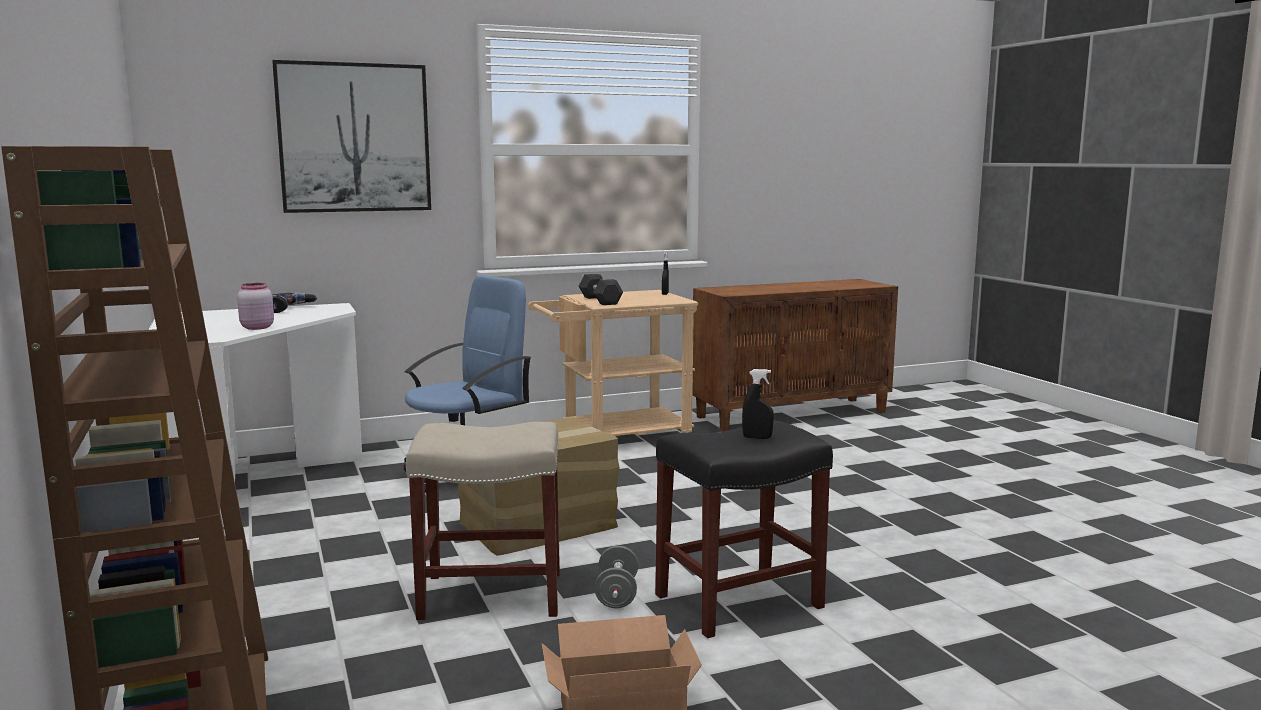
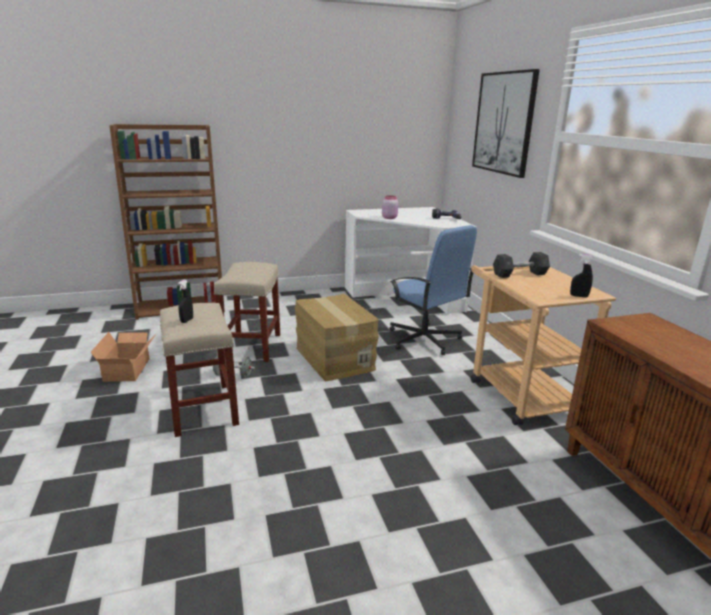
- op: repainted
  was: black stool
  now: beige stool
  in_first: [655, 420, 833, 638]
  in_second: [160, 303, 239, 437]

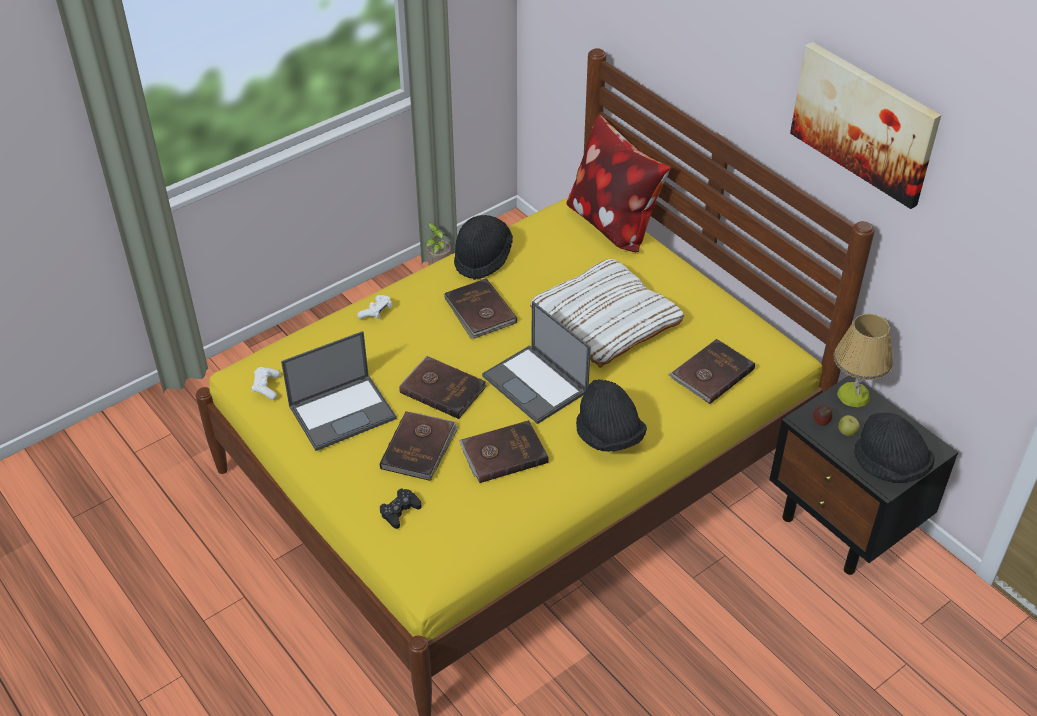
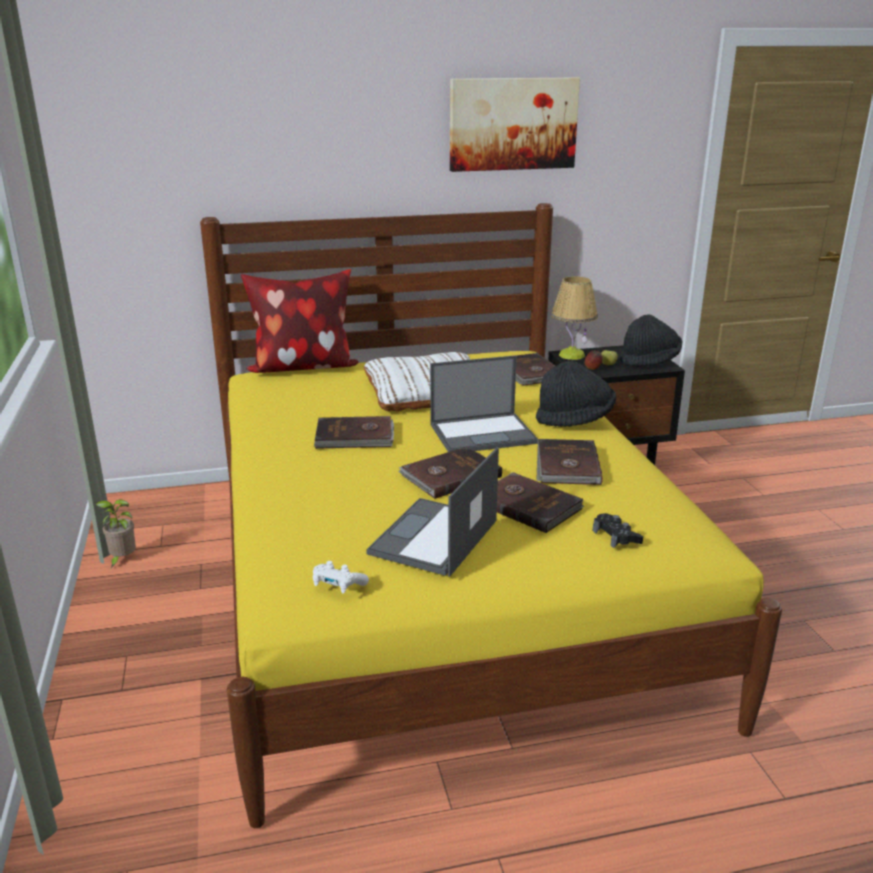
- op: rotated
  was: laptop
  in_first: [281, 331, 397, 451]
  in_second: [366, 447, 499, 577]
  clockwise: -150
- op: gone
  was: white game controller
  in_first: [357, 295, 392, 320]
- op: gone
  was: black hat
  in_first: [454, 215, 513, 280]

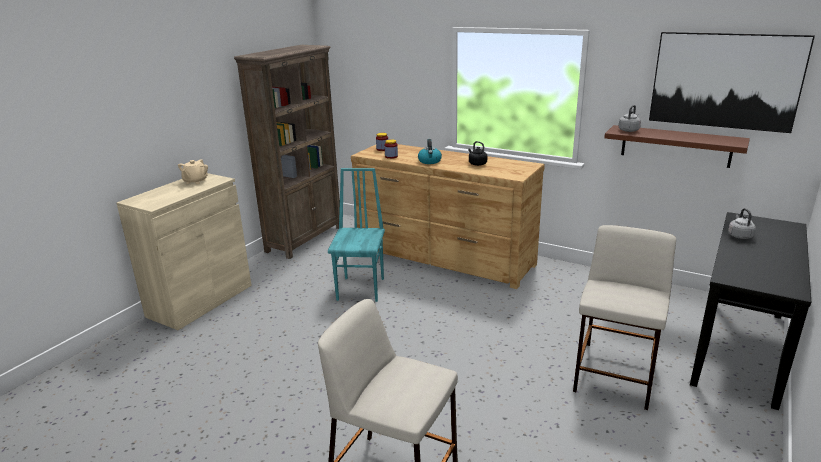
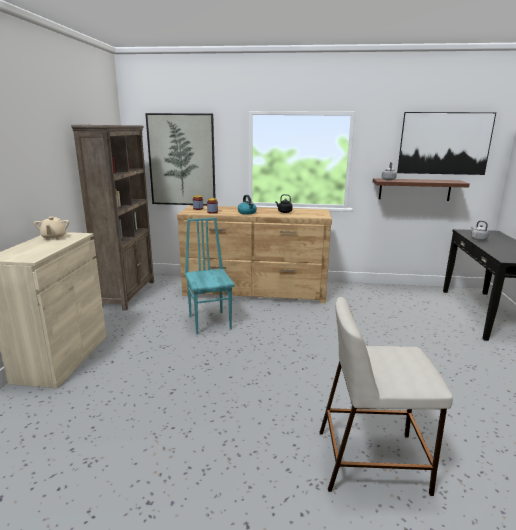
- op: gone
  was: beige stool
  in_first: [573, 225, 676, 410]
- op: new
  now: picture
  in_second: [145, 113, 215, 206]

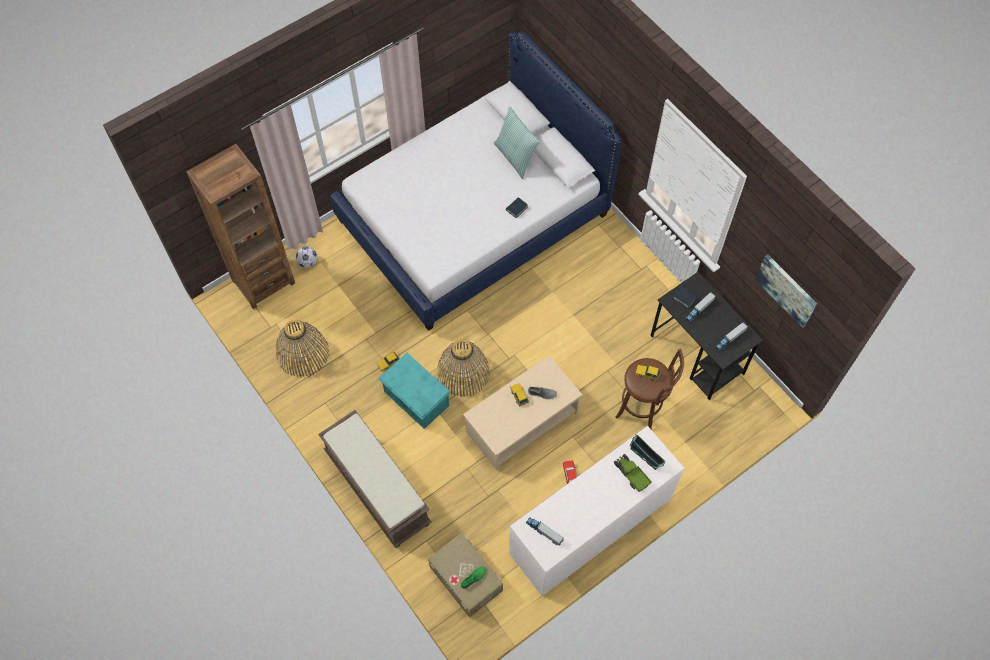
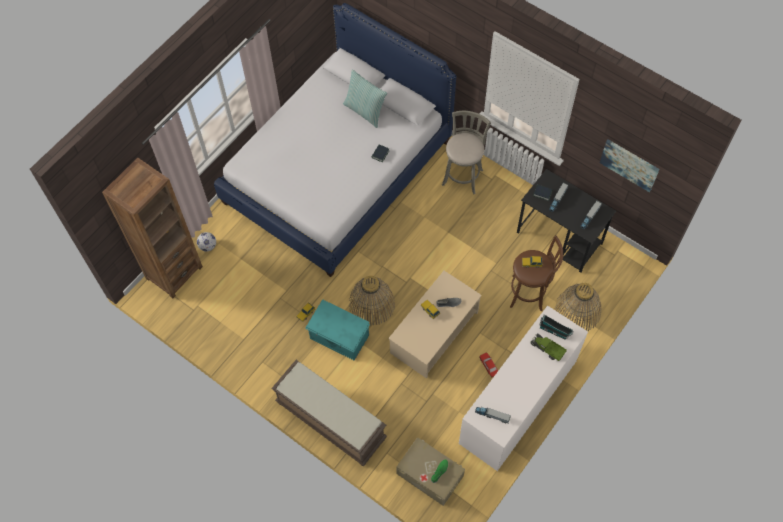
- op: shifted
  was: basket
  in_first: [276, 320, 329, 377]
  in_second: [555, 283, 601, 331]
- op: new
  now: grey stool
  in_second: [442, 111, 491, 194]

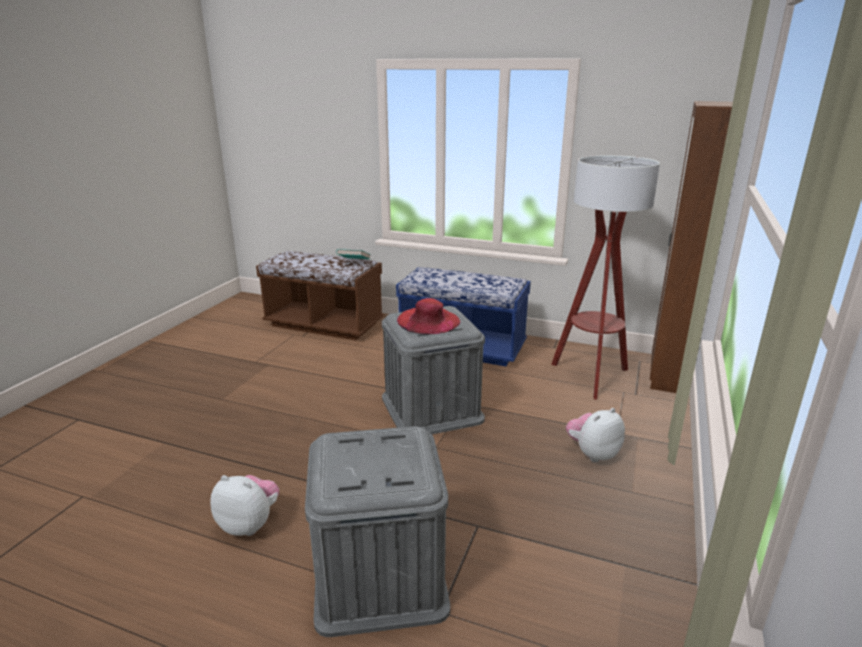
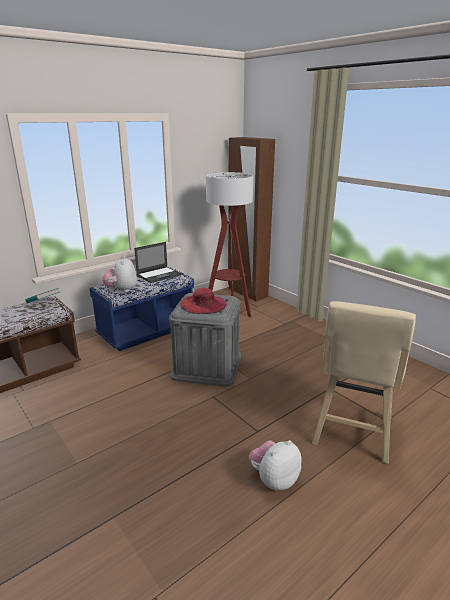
- op: swapped
  was: grey storage box
  now: beige stool
  in_first: [305, 426, 450, 637]
  in_second: [312, 301, 416, 464]
- op: shifted
  was: plush toy
  in_first: [566, 408, 625, 462]
  in_second: [102, 256, 137, 292]
- op: new
  now: laptop
  in_second: [134, 242, 181, 283]

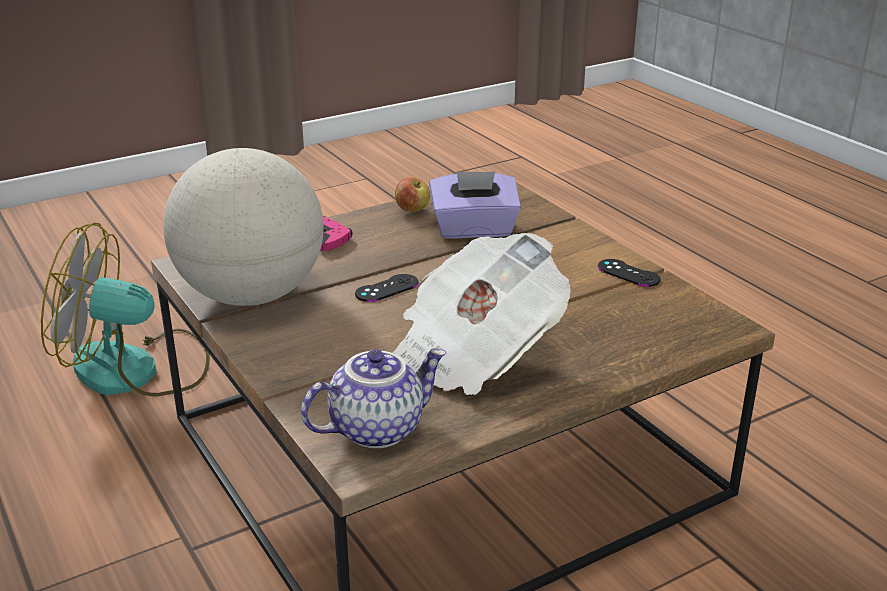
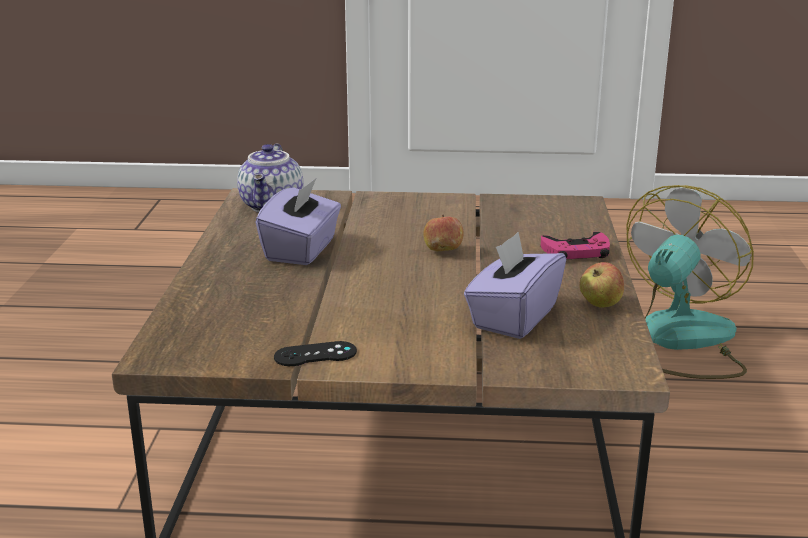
- op: gone
  was: globe
  in_first: [163, 148, 324, 306]
- op: swapped
  was: black game controller
  now: apple
  in_first: [355, 274, 418, 302]
  in_second: [423, 214, 464, 251]
- op: swapped
  was: newspaper
  now: purple tissue box
  in_first: [393, 233, 571, 395]
  in_second: [256, 179, 341, 265]

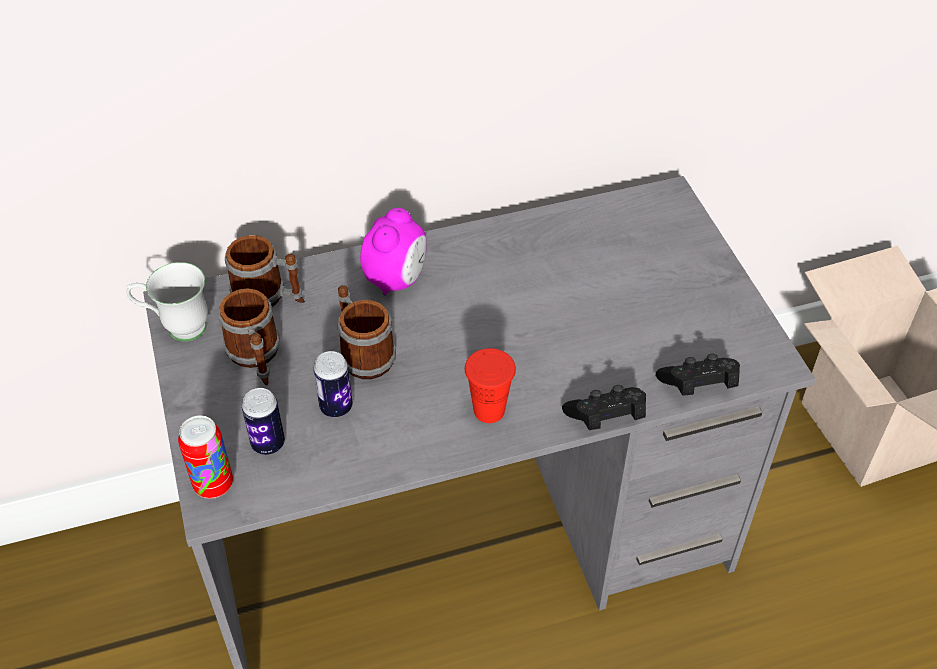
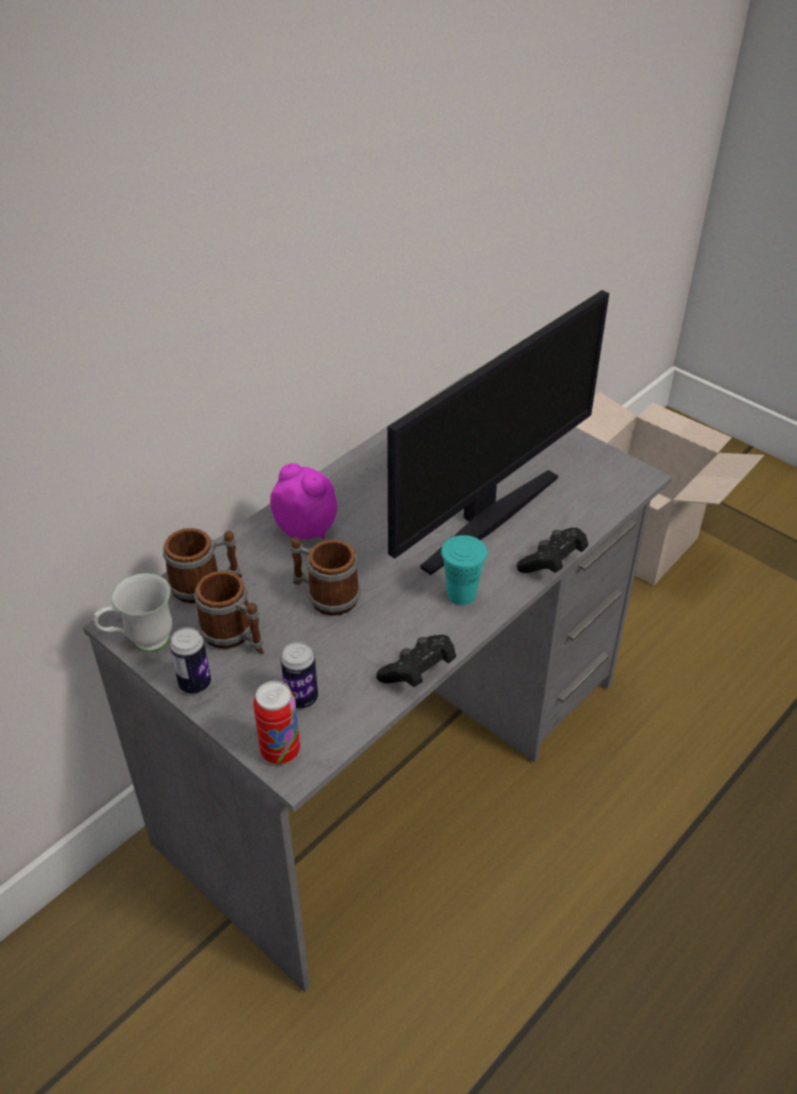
- op: shifted
  was: can
  in_first: [313, 351, 353, 417]
  in_second: [170, 627, 211, 693]
- op: rotated
  was: alarm clock
  in_first: [360, 208, 427, 296]
  in_second: [270, 463, 337, 540]
  clockwise: -45
- op: repainted
  was: red cup
  now: turquoise cup
  in_first: [465, 348, 516, 423]
  in_second: [441, 535, 487, 605]
- op: shifted
  was: black game controller
  in_first: [656, 353, 740, 396]
  in_second: [376, 635, 456, 687]
- op: new
  now: monitor
  in_second: [387, 290, 609, 575]

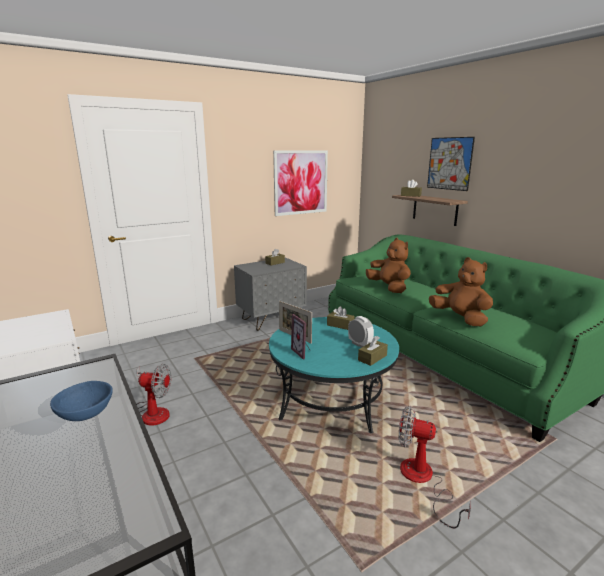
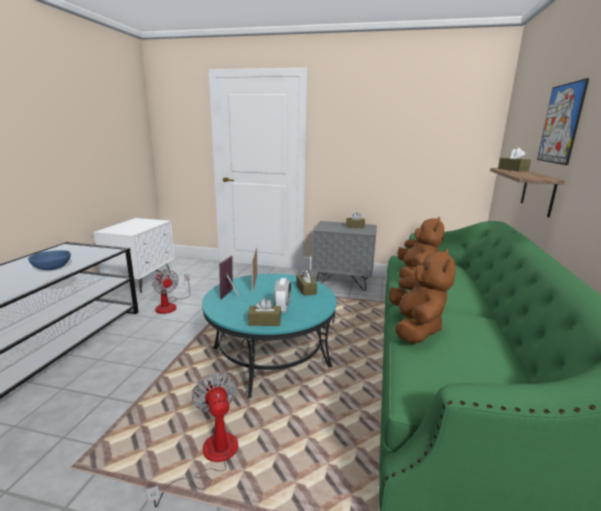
- op: gone
  was: picture
  in_first: [273, 150, 328, 216]

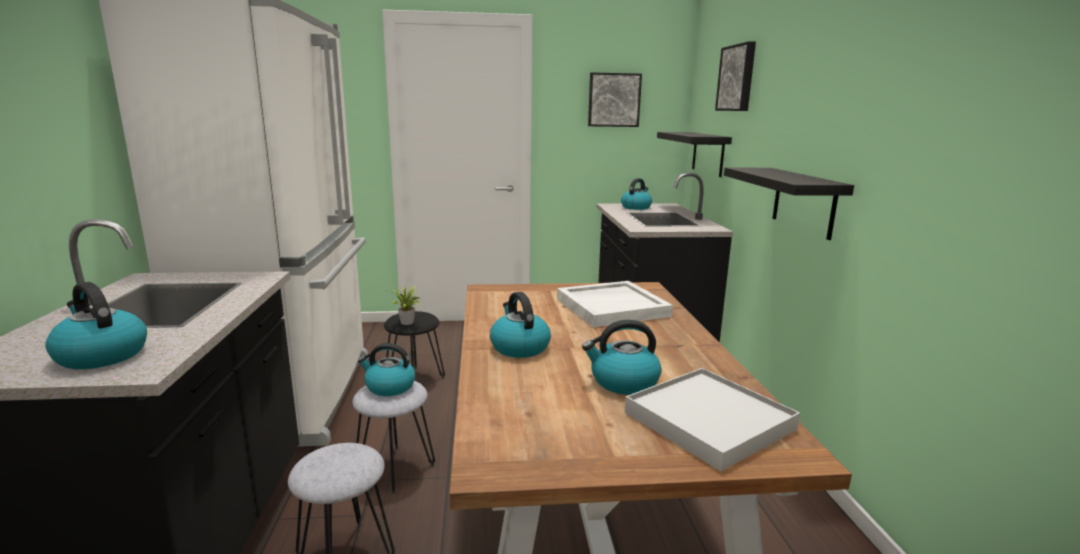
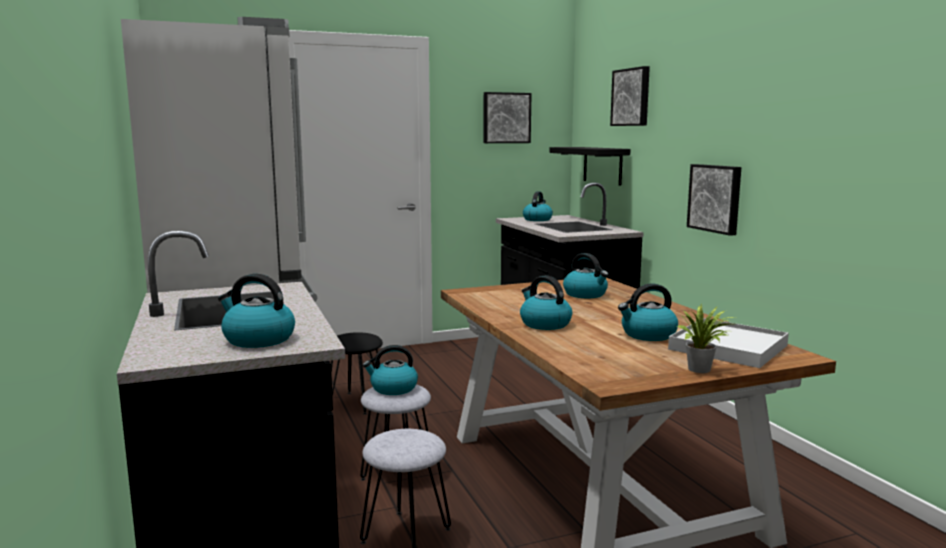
- op: shifted
  was: potted plant
  in_first: [391, 285, 421, 325]
  in_second: [677, 304, 734, 373]
- op: swapped
  was: white tray
  now: kettle
  in_first: [557, 281, 673, 328]
  in_second: [563, 253, 609, 298]
- op: swapped
  was: black shelf
  now: picture
  in_first: [724, 167, 854, 240]
  in_second: [687, 164, 741, 236]

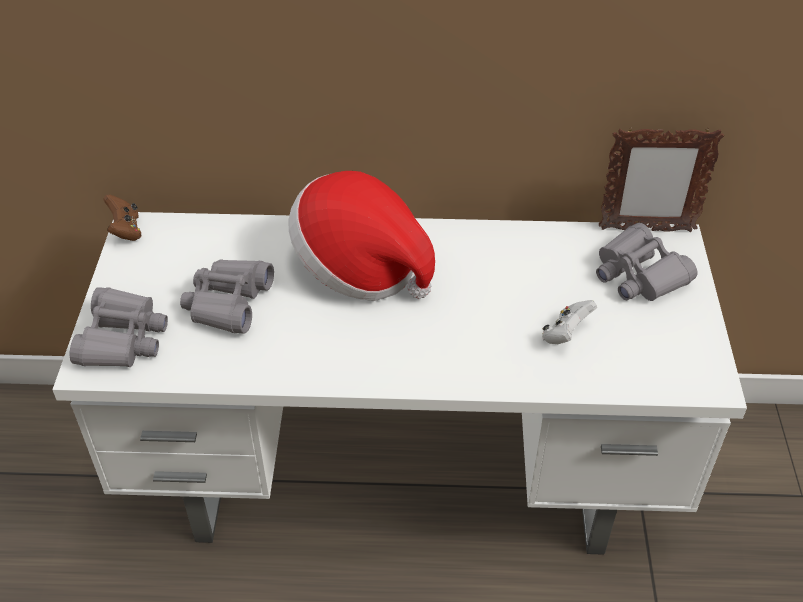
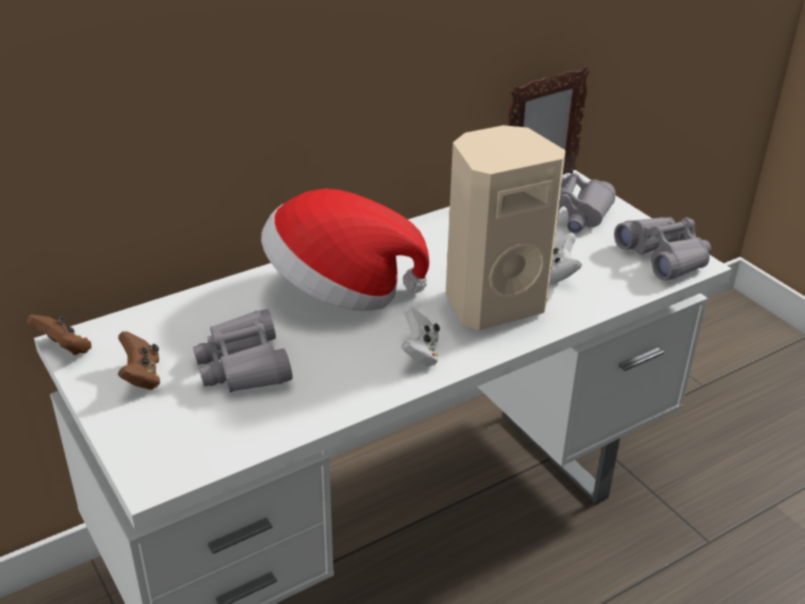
- op: shifted
  was: grey binoculars
  in_first: [70, 287, 168, 367]
  in_second: [614, 217, 711, 280]
- op: new
  now: brown game controller
  in_second: [118, 331, 160, 390]
- op: new
  now: white game controller
  in_second: [401, 307, 440, 367]
- op: new
  now: beige speaker
  in_second: [446, 125, 566, 330]

